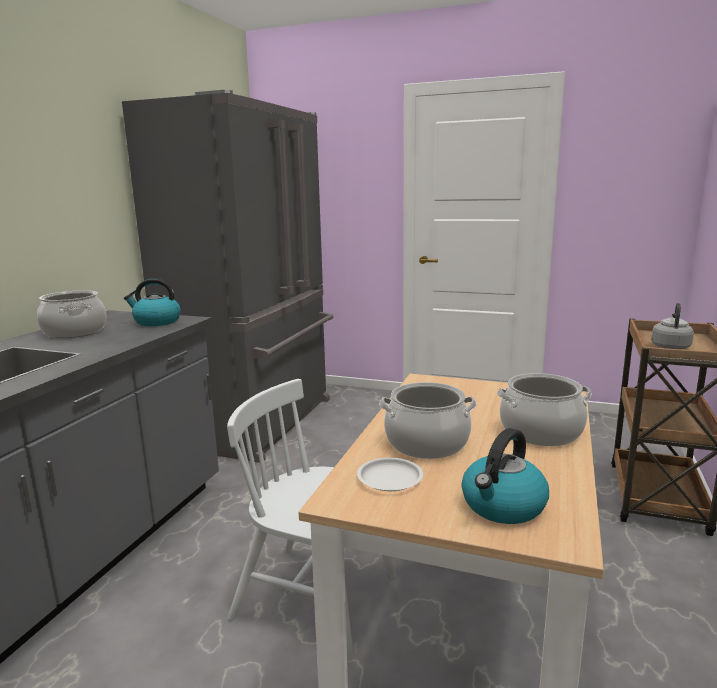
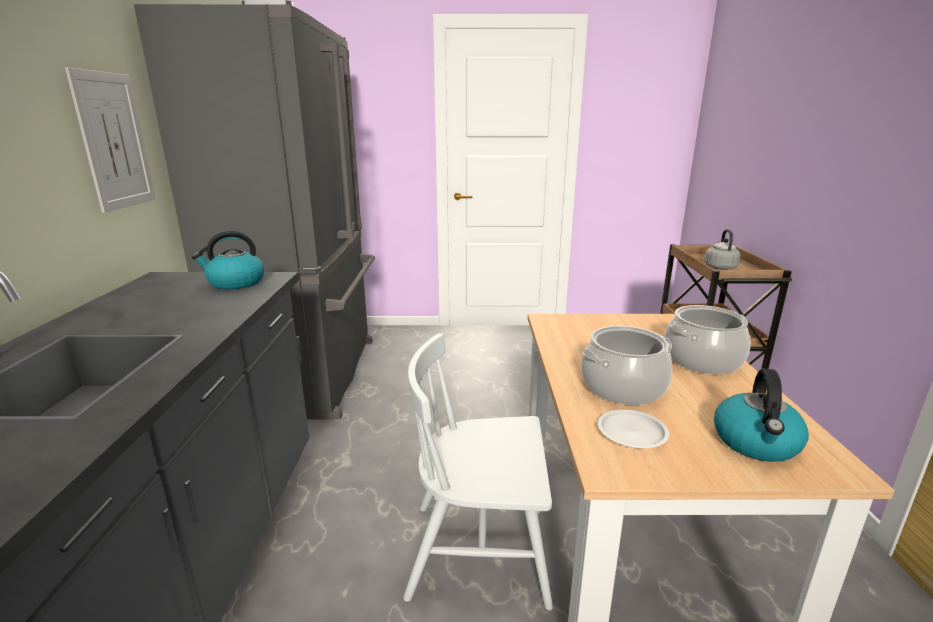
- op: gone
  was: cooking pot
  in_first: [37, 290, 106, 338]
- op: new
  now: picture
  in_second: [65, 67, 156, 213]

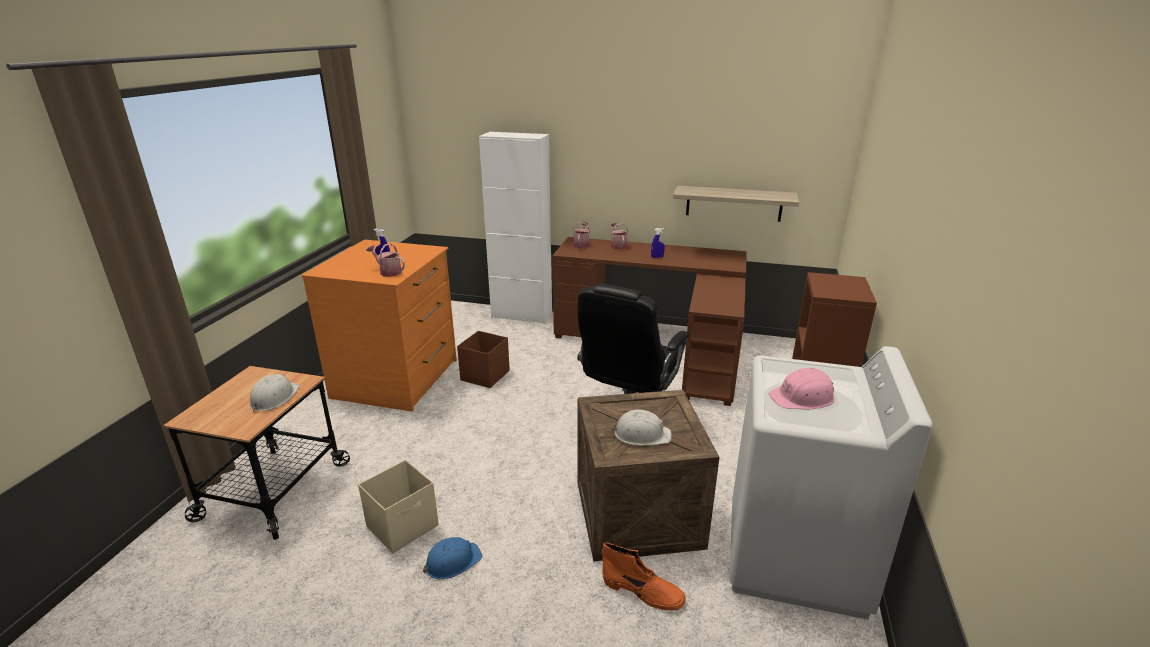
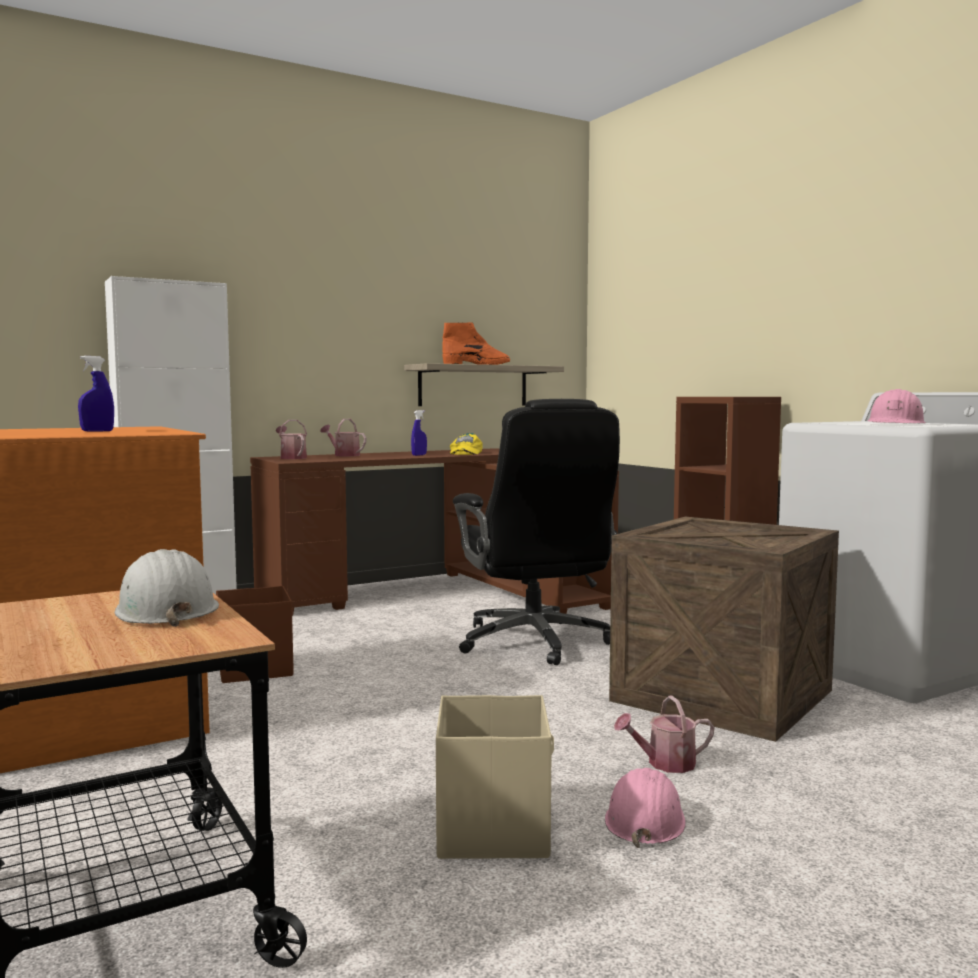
- op: shifted
  was: watering can
  in_first: [367, 243, 405, 277]
  in_second: [614, 695, 715, 773]
- op: repainted
  was: blue hard hat
  now: pink hard hat
  in_first: [423, 537, 482, 579]
  in_second: [605, 768, 686, 848]
- op: shifted
  was: orange boot
  in_first: [602, 543, 686, 611]
  in_second: [442, 322, 510, 365]
- op: gone
  was: white hard hat
  in_first: [611, 410, 672, 445]
- op: new
  now: yellow cap
  in_second: [450, 433, 483, 455]

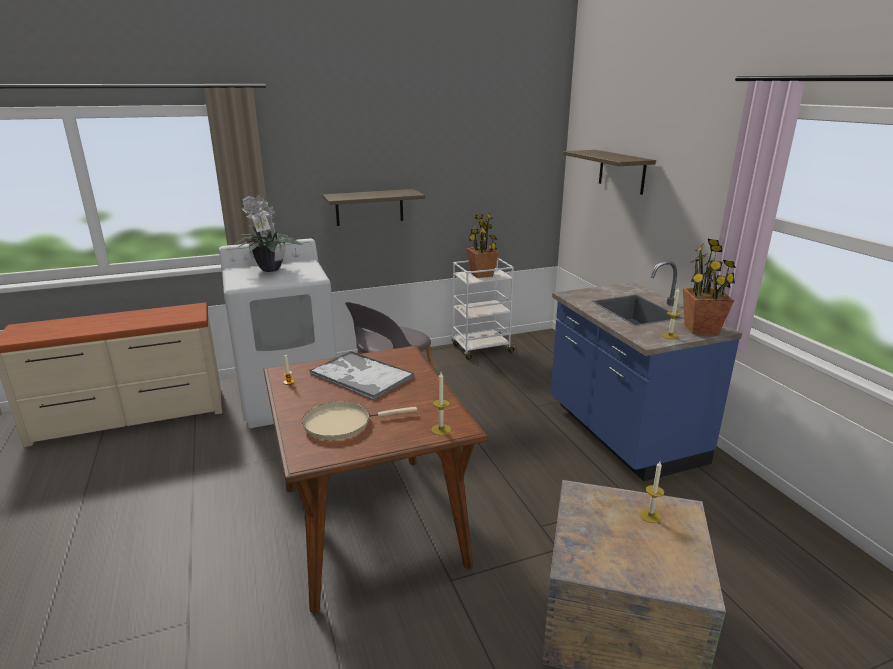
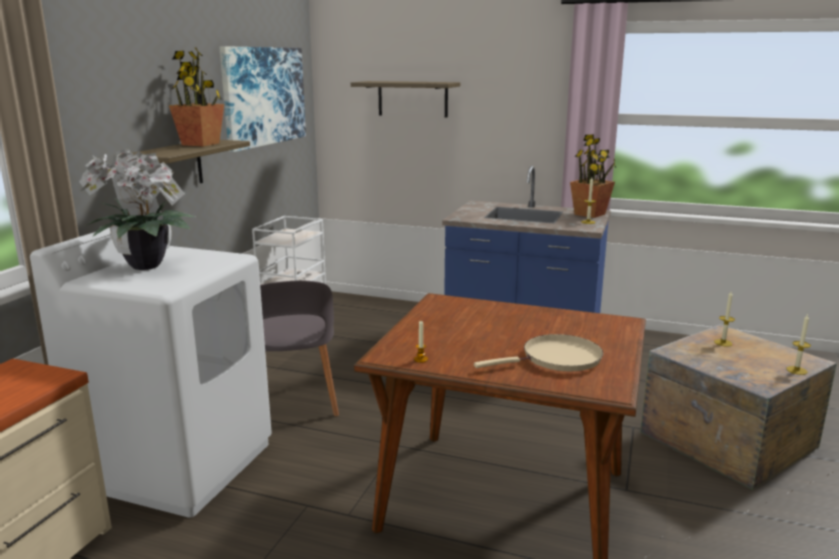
- op: rotated
  was: beige frying pan
  in_first: [302, 401, 417, 440]
  in_second: [474, 334, 603, 371]
  clockwise: -135
- op: gone
  was: tray
  in_first: [309, 351, 414, 400]
- op: shifted
  was: candle
  in_first: [431, 373, 451, 435]
  in_second: [786, 314, 811, 375]
- op: shifted
  was: potted plant
  in_first: [466, 213, 499, 278]
  in_second: [169, 48, 224, 146]
- op: new
  now: picture
  in_second: [219, 46, 306, 152]

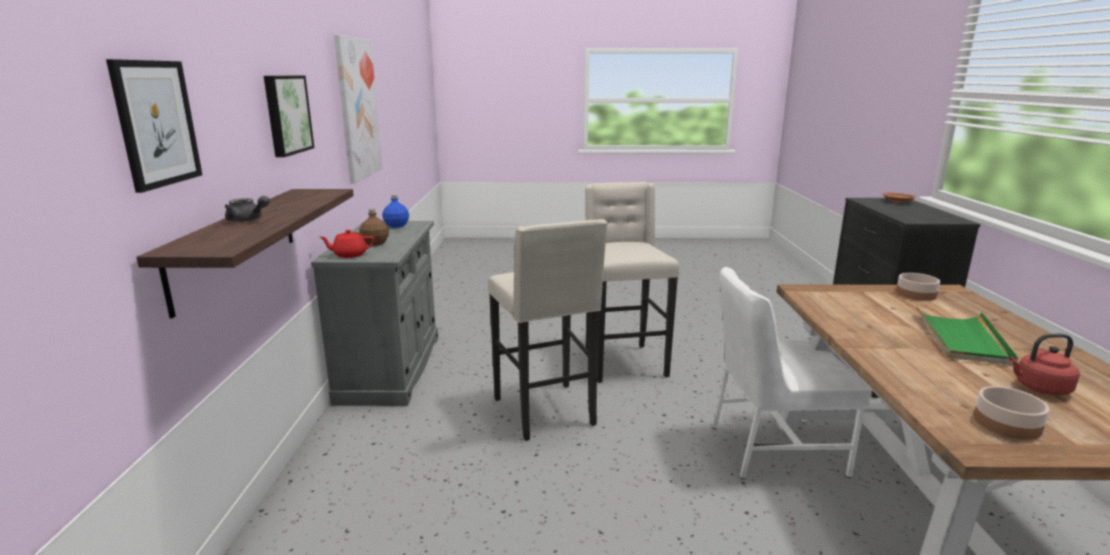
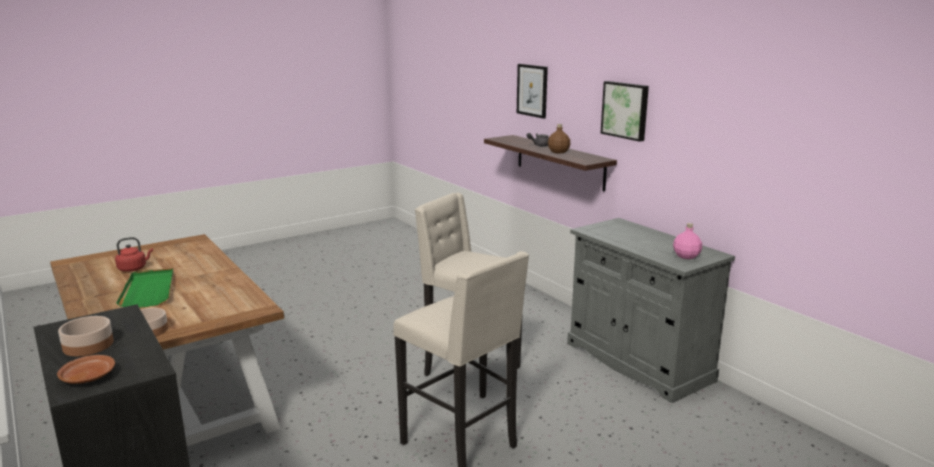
- op: gone
  was: red teapot
  in_first: [319, 230, 375, 258]
- op: gone
  was: picture
  in_first: [334, 35, 382, 184]
- op: shifted
  was: brown bottle
  in_first: [359, 208, 389, 246]
  in_second: [548, 124, 570, 154]
- op: repainted
  was: blue bottle
  now: pink bottle
  in_first: [383, 194, 409, 228]
  in_second: [673, 223, 702, 259]
- op: gone
  was: white chair
  in_first: [712, 267, 871, 479]
- op: shifted
  was: bowl
  in_first: [974, 386, 1049, 440]
  in_second: [58, 316, 114, 356]

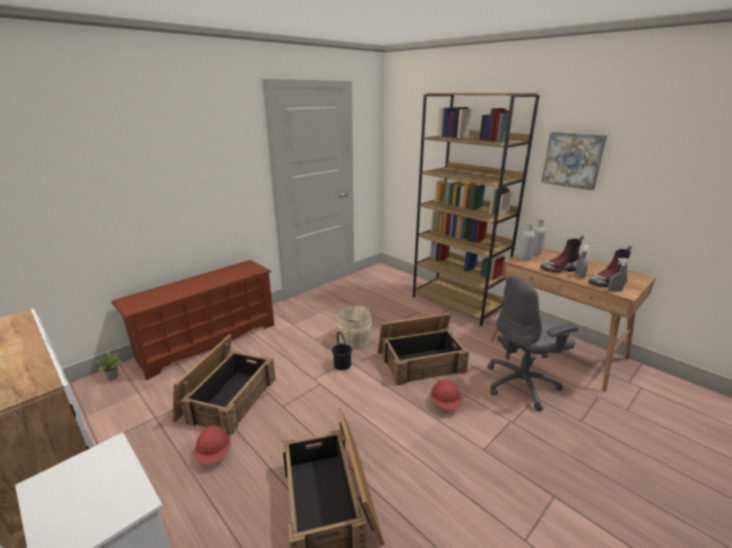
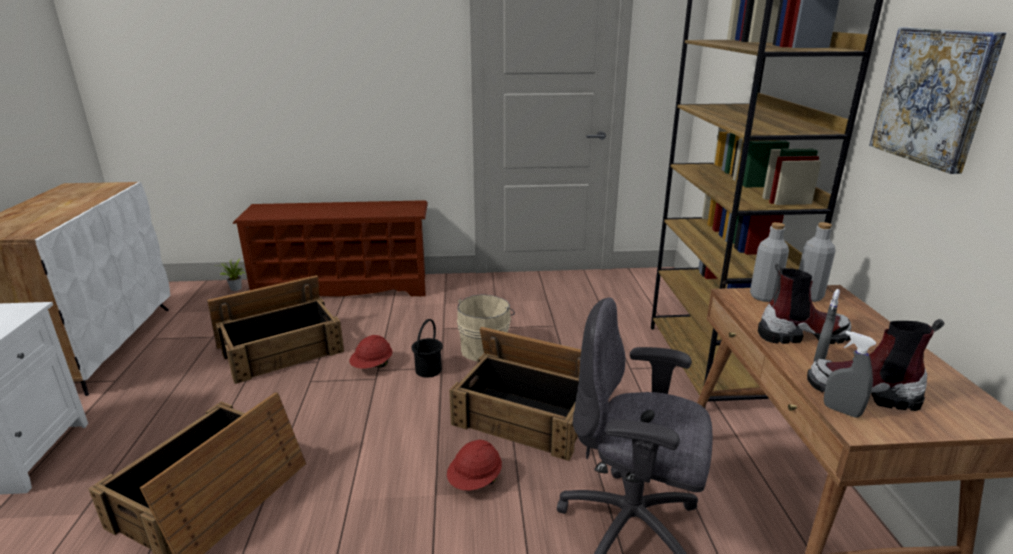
- op: shifted
  was: red hard hat
  in_first: [194, 425, 231, 464]
  in_second: [349, 335, 393, 368]
- op: rotated
  was: boot
  in_first: [541, 236, 584, 273]
  in_second: [758, 264, 851, 344]
  clockwise: 150

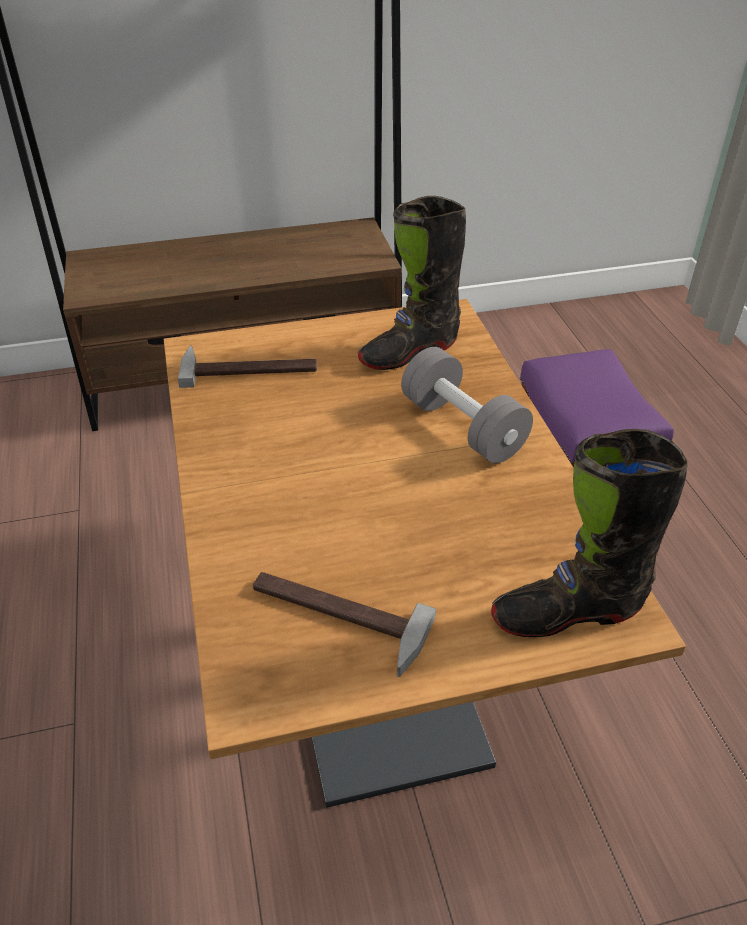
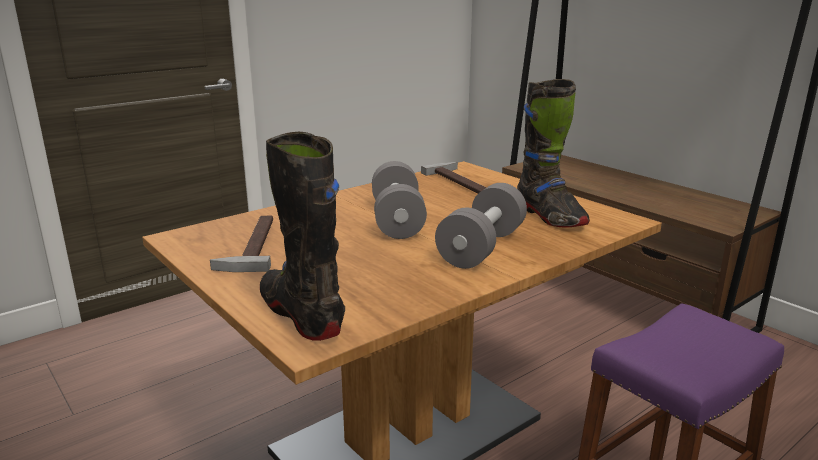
- op: rotated
  was: black boot
  in_first: [358, 196, 466, 370]
  in_second: [517, 79, 590, 227]
  clockwise: -150
- op: new
  now: grey dumbbell
  in_second: [372, 161, 427, 239]

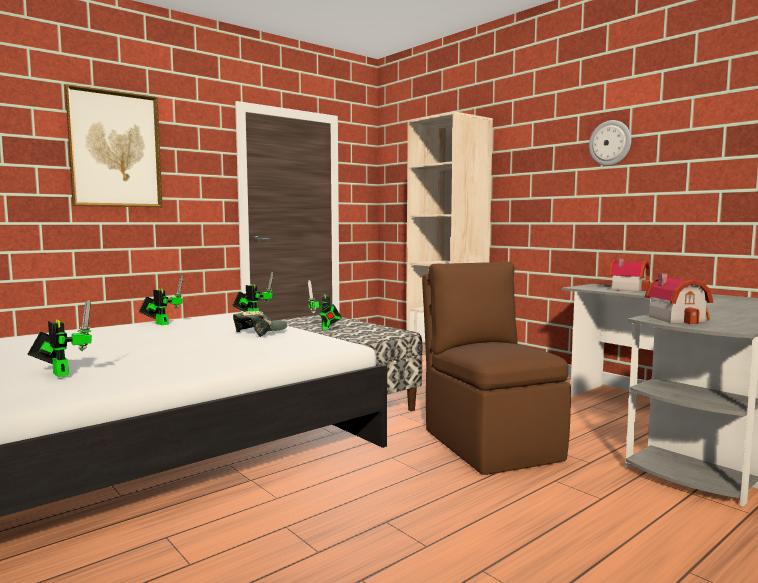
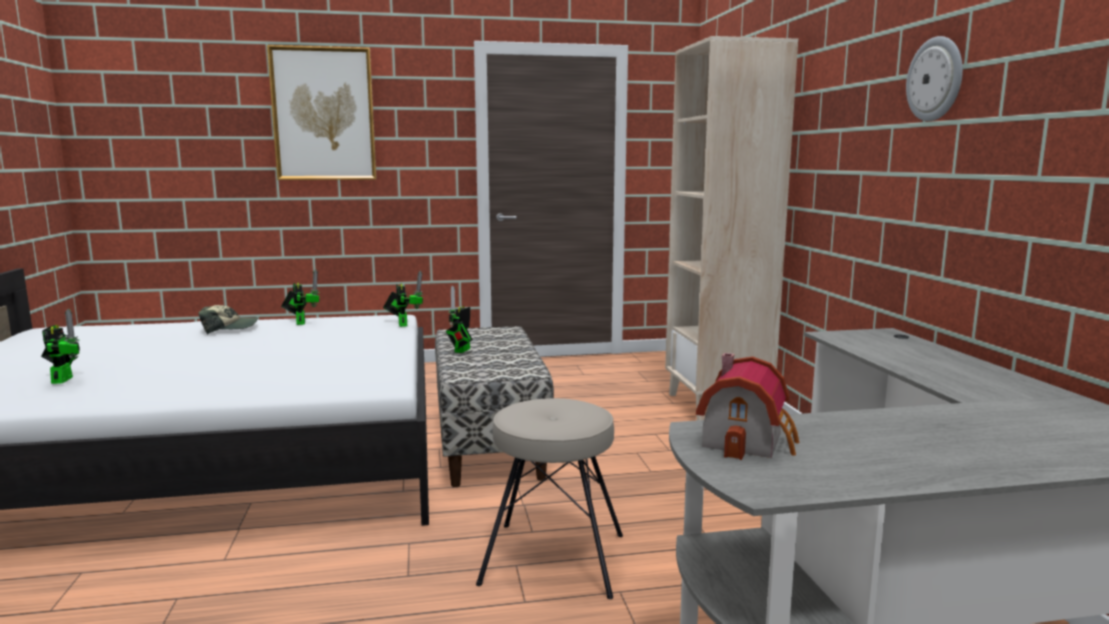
- op: shifted
  was: cap
  in_first: [233, 311, 287, 337]
  in_second: [198, 305, 258, 335]
- op: swapped
  was: brown chair
  now: beige stool
  in_first: [422, 262, 571, 475]
  in_second: [476, 398, 623, 599]
- op: gone
  was: toy house
  in_first: [609, 258, 650, 292]

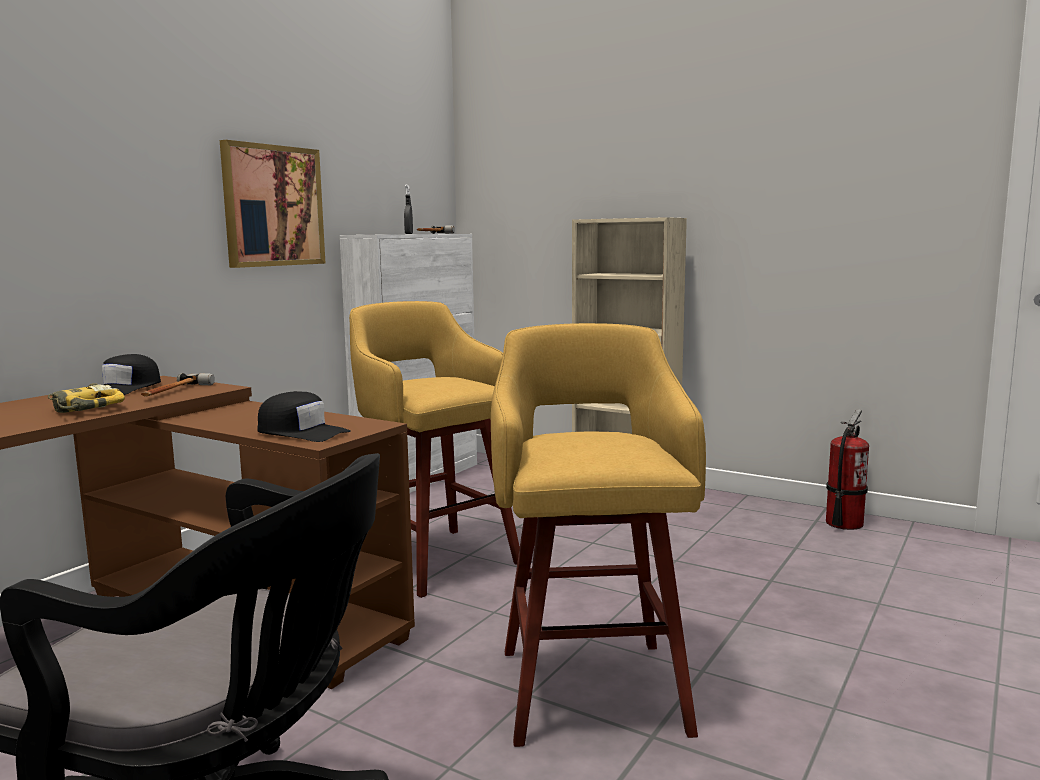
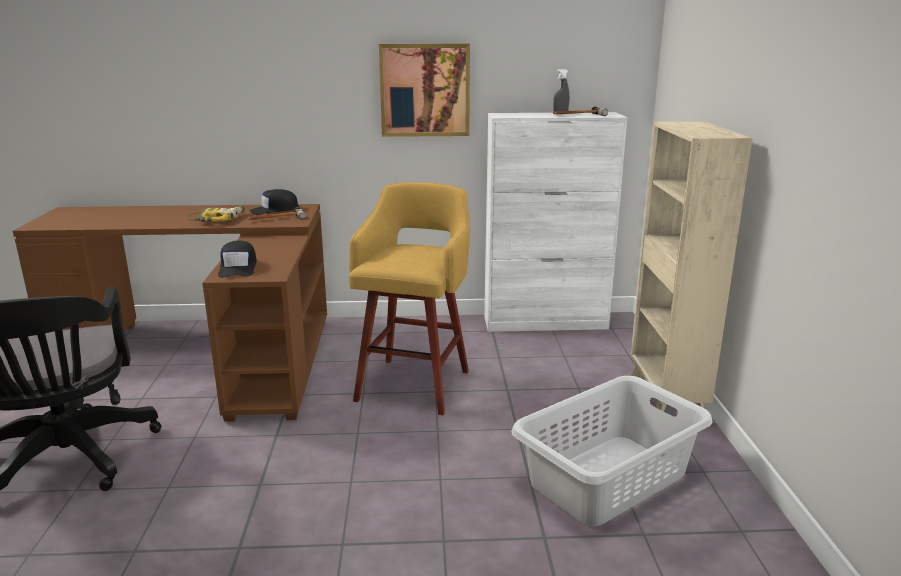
- op: gone
  was: yellow stool
  in_first: [491, 323, 706, 747]
- op: gone
  was: fire extinguisher
  in_first: [826, 409, 869, 530]
- op: new
  now: grey laundry basket
  in_second: [511, 376, 712, 526]

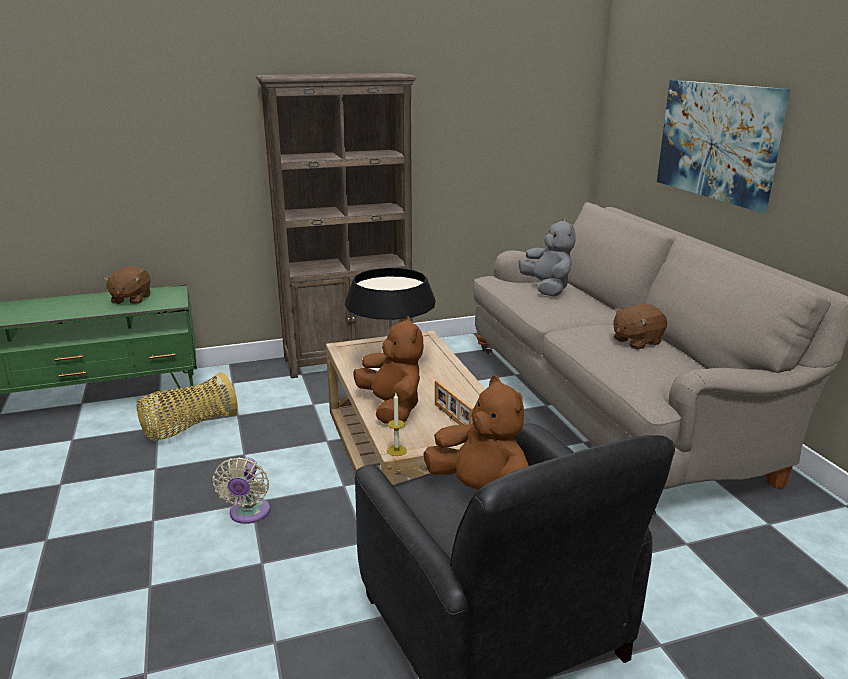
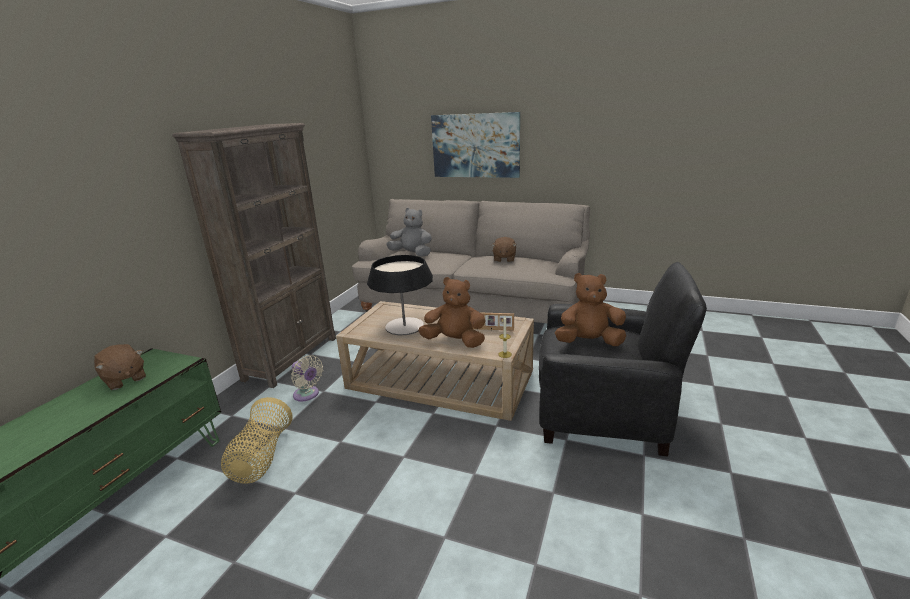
- op: shifted
  was: beige fan
  in_first: [212, 457, 270, 524]
  in_second: [291, 355, 323, 401]

